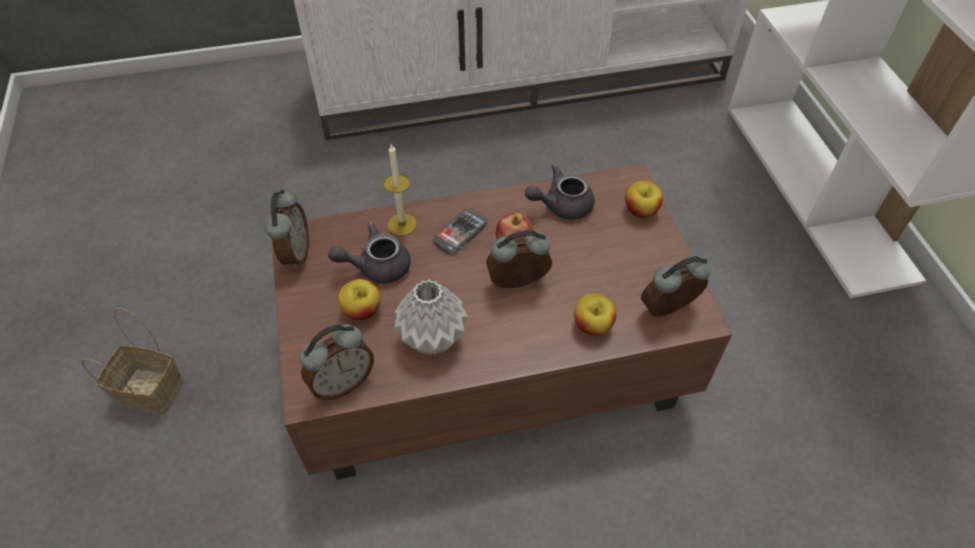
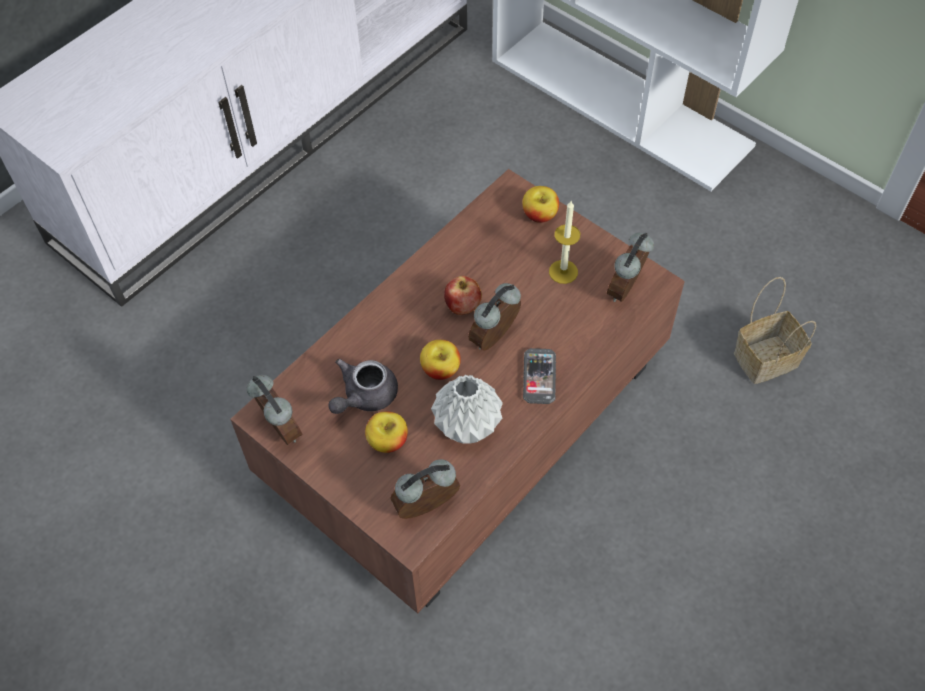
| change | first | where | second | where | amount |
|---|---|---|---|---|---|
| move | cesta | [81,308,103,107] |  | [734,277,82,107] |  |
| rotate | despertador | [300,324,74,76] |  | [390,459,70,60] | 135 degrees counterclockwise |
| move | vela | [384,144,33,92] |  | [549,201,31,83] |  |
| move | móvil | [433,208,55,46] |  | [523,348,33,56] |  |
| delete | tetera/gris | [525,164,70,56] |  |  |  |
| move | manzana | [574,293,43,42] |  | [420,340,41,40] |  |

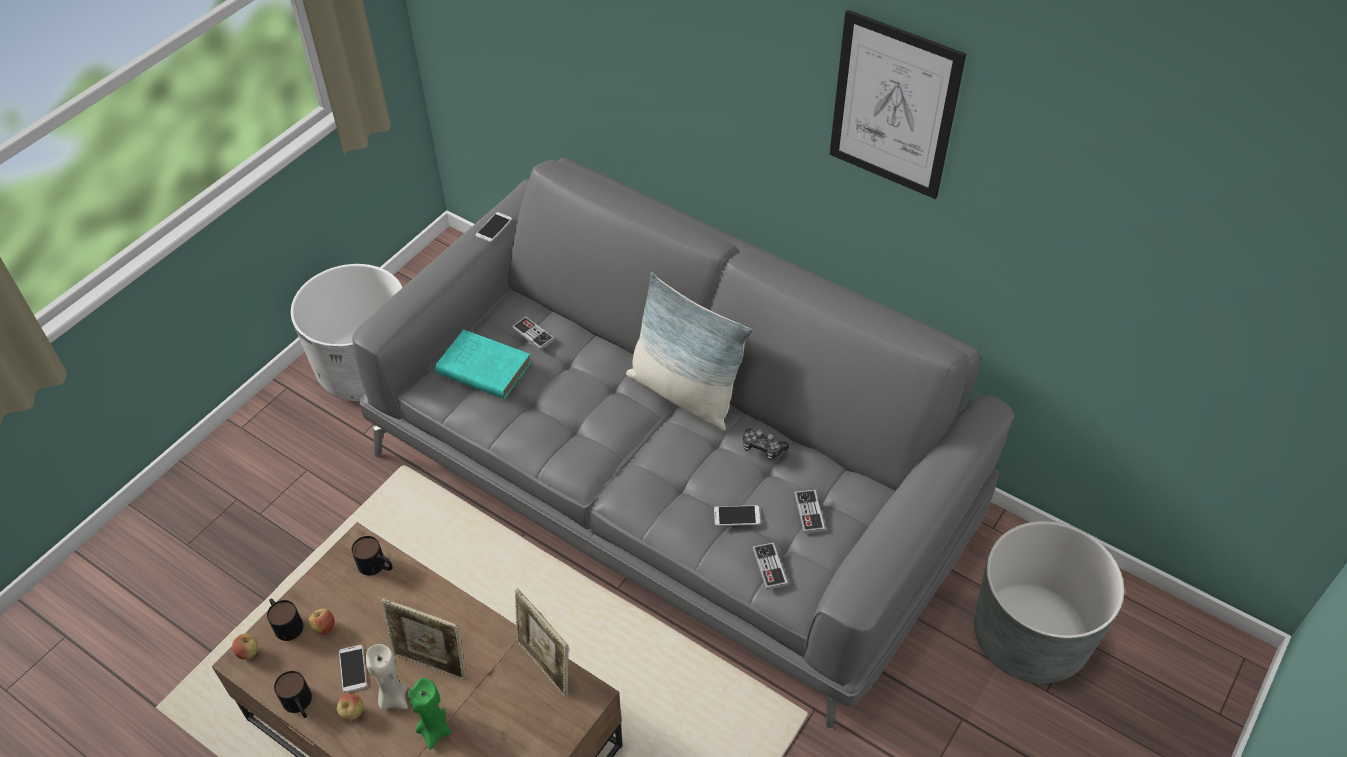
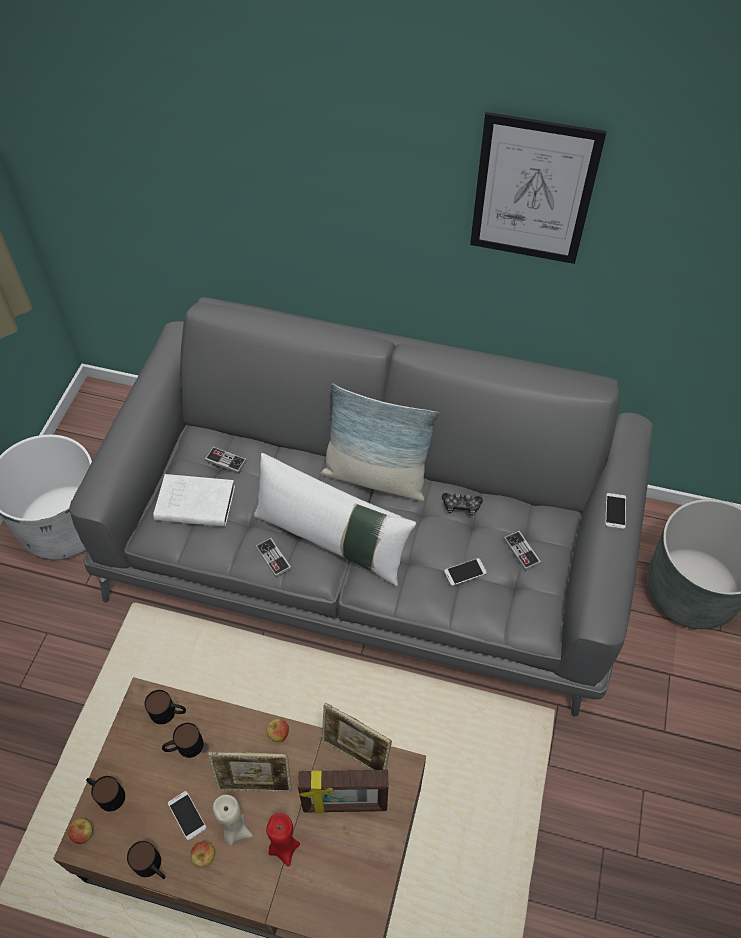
| change | first | where | second | where | amount |
|---|---|---|---|---|---|
| move | manzana | [309,608,26,27] |  | [266,718,23,24] |  |
| recolor | vela/verde | [408,678,43,72] | vela/rojo | [266,813,34,54] |  |
| recolor | libro/turquesa | [435,330,96,69] | libro/blanco | [153,474,82,53] |  |
| move | móvil | [476,212,36,30] |  | [605,493,21,36] |  |
| move | mando de consola | [753,542,35,48] |  | [255,537,37,40] |  |
| insert |  |  | taza grande | [162,723,42,35] |  |
| insert |  |  | cojín/blanco | [253,453,163,133] |  |
| insert |  |  | portarretratos | [298,770,90,43] |  |

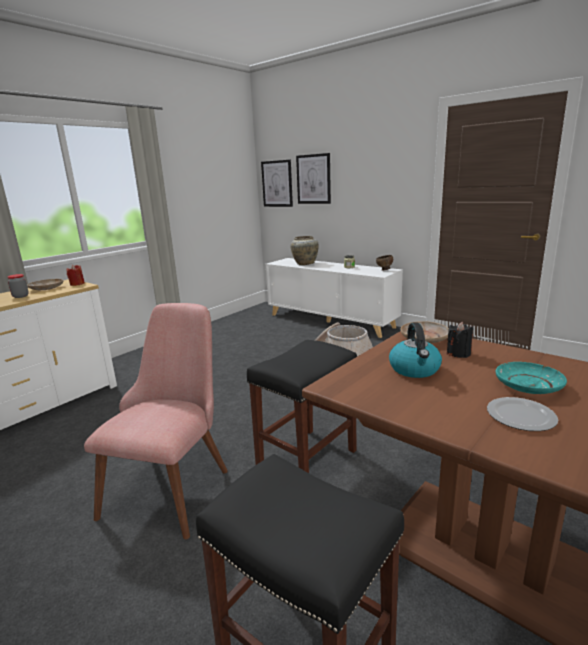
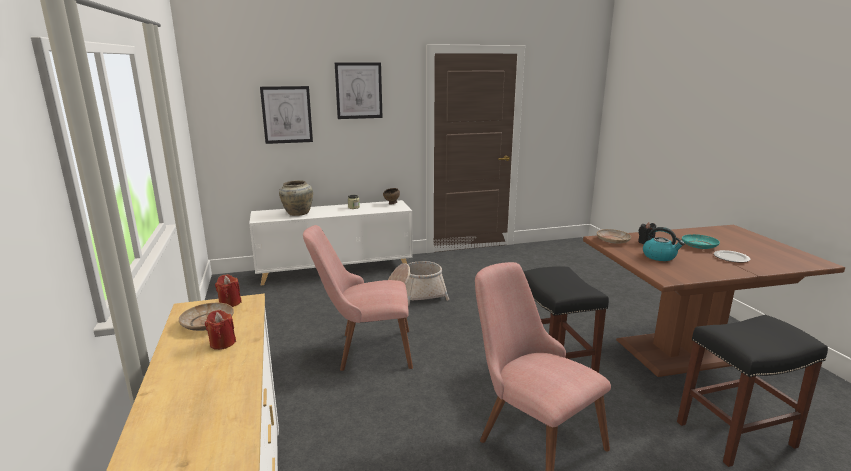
| change | first | where | second | where | amount |
|---|---|---|---|---|---|
| replace | tarro | [7,274,22,24] | vela/rojo | [205,310,31,40] |  |
| move | cuadro | [261,159,32,48] |  | [335,62,47,57] |  |
| insert |  |  | silla/rosa | [303,225,110,146] |  |

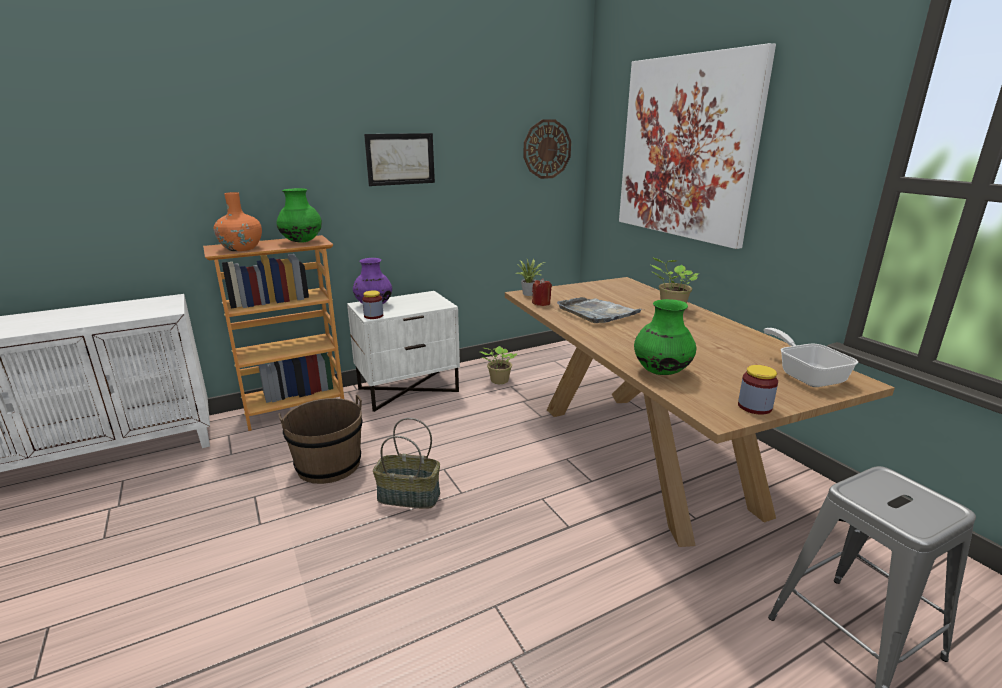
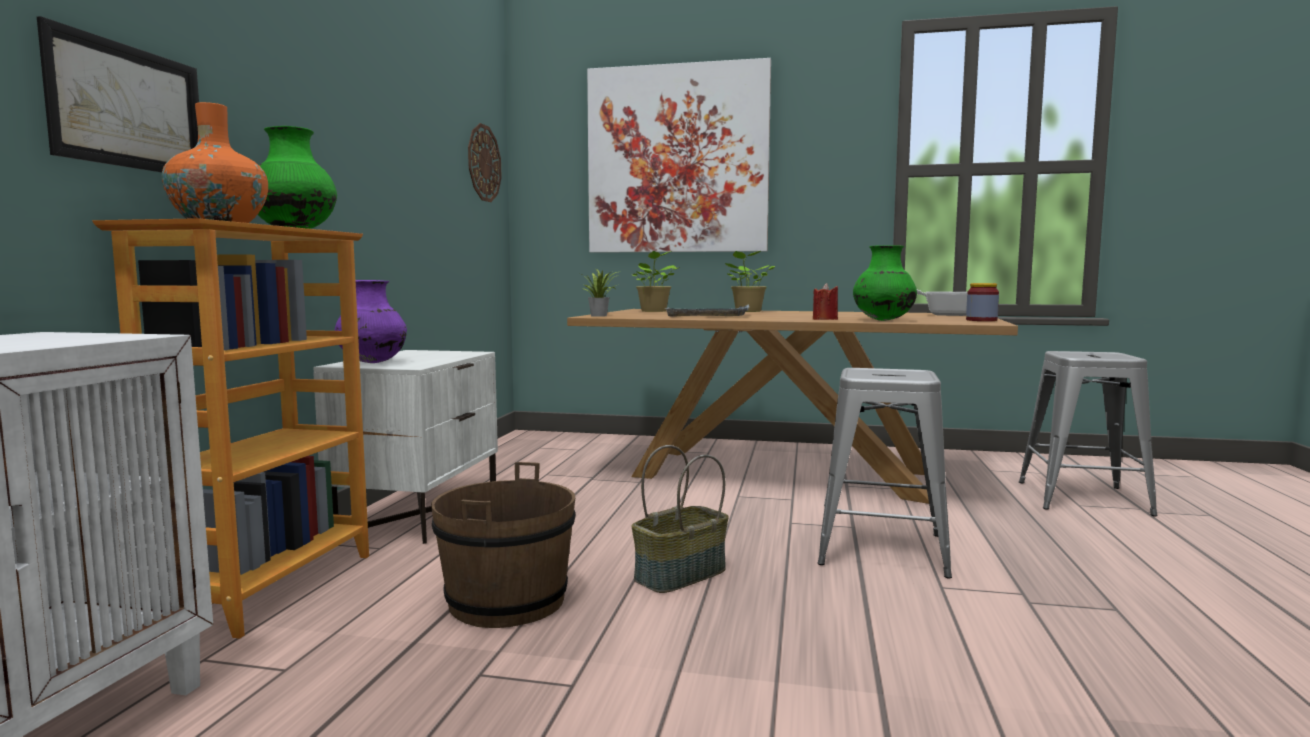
| change | first | where | second | where | amount |
|---|---|---|---|---|---|
| delete | tarro | [362,291,21,28] |  |  |  |
| move | cuadro | [364,133,71,53] |  | [37,16,162,156] |  |
| move | planta en maceta | [480,346,37,38] |  | [633,251,47,61] |  |
| move | vela/rojo | [532,278,20,28] |  | [813,283,25,37] |  |
| insert |  |  | taburete/gris | [817,368,135,211] |  |

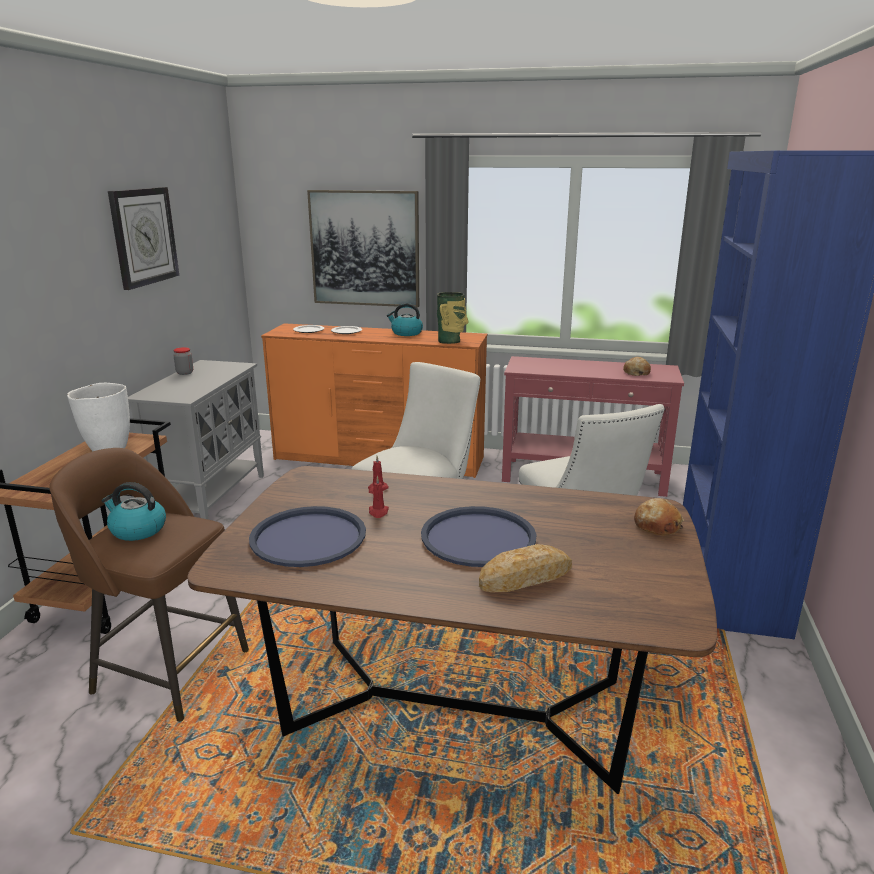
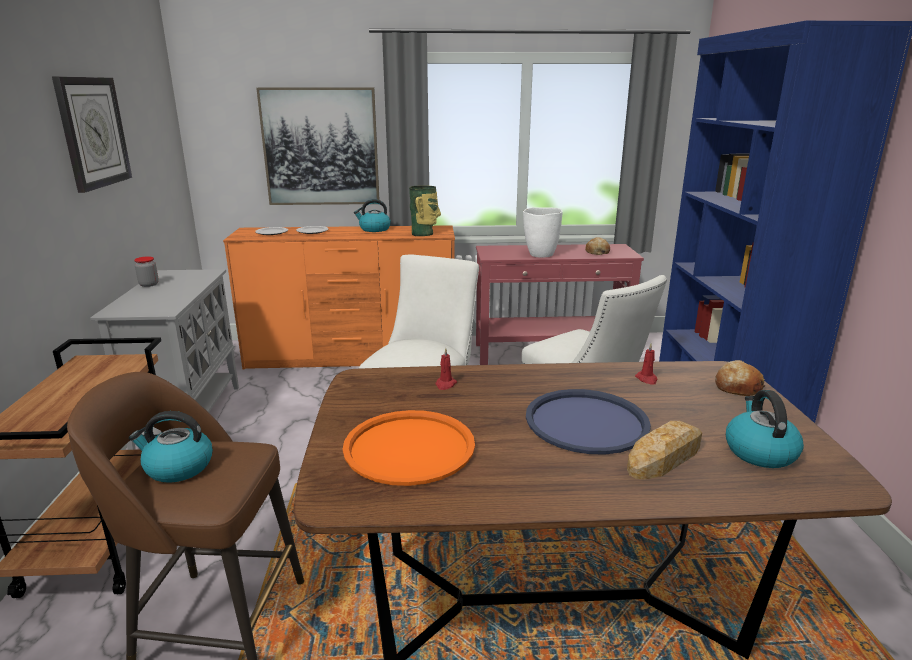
| change | first | where | second | where | amount |
|---|---|---|---|---|---|
| move | florero/blanco | [67,383,63,68] |  | [523,207,40,51] |  |
| recolor | bandeja/azul | [249,506,117,61] | bandeja/naranja | [343,410,132,76] |  |
| move | vela/rojo | [369,476,20,42] |  | [635,344,23,41] |  |
| insert |  |  | hervidor | [726,390,78,78] |  |

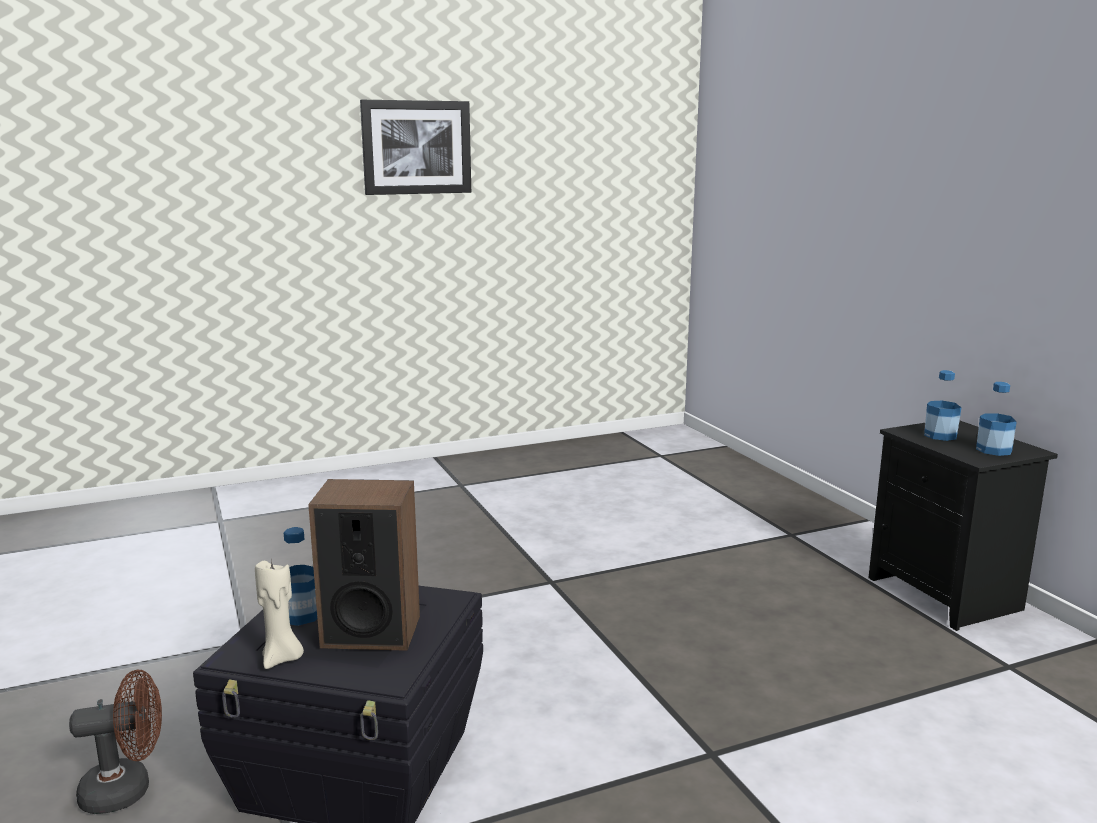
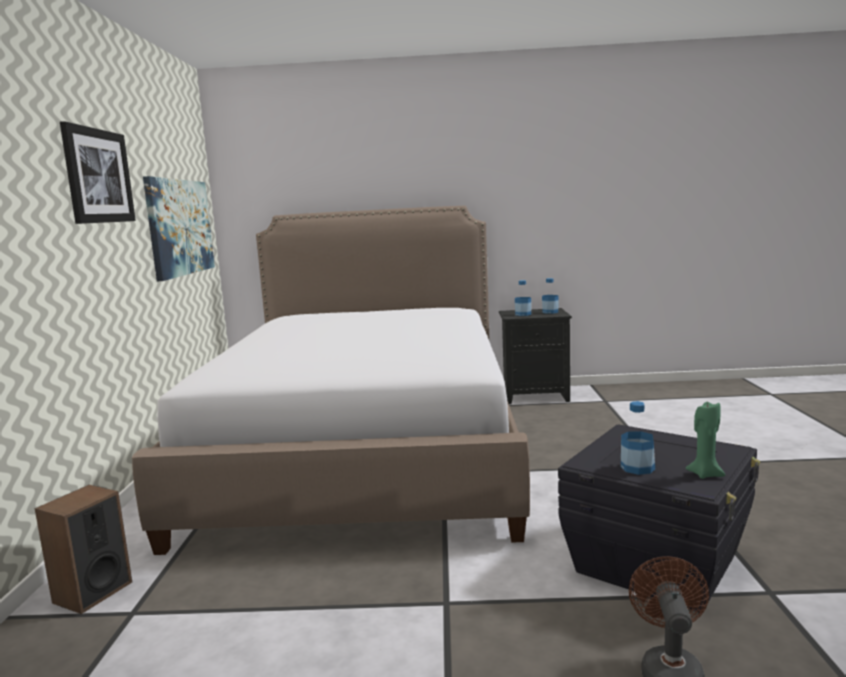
| change | first | where | second | where | amount |
|---|---|---|---|---|---|
| recolor | vela/beis | [255,559,49,110] | vela/verde | [686,402,39,77] |  |
| move | altavoz | [308,479,112,172] |  | [35,485,97,129] |  |
| insert |  |  | cama | [132,206,398,349] |  |
| insert |  |  | cuadro | [143,176,72,105] |  |

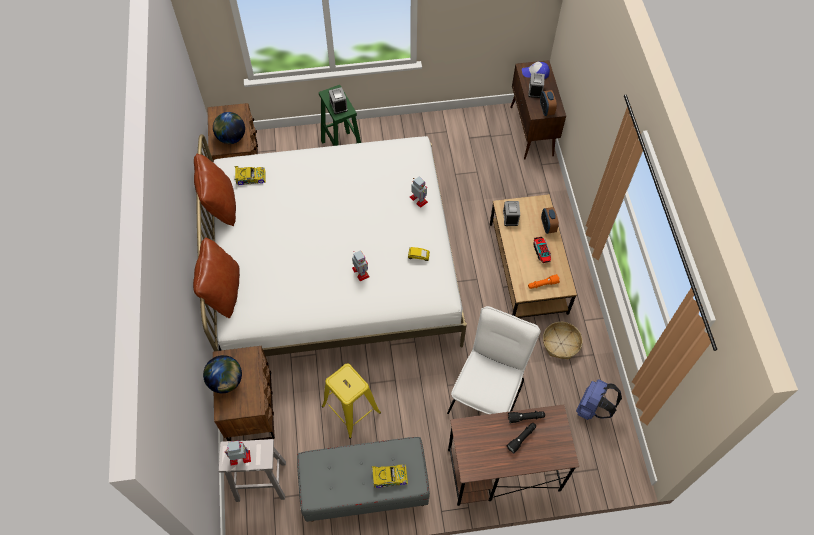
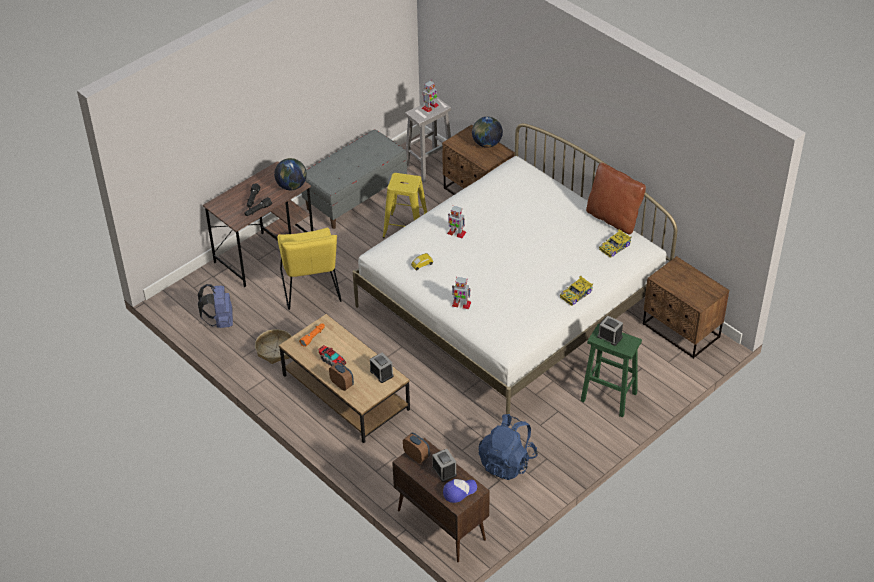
| change | first | where | second | where | amount |
|---|---|---|---|---|---|
| delete | cojín/marrón | [193,237,47,81] |  |  |  |
| move | globo terráqueo | [213,112,32,32] |  | [274,158,33,32] |  |
| move | coche de juguete | [372,464,36,24] |  | [560,275,33,31] |  |
| recolor | silla/blanco | [447,306,94,108] | silla/amarillo | [277,227,65,83] |  |
| insert |  |  | mochila/azul | [479,414,59,66] |  |

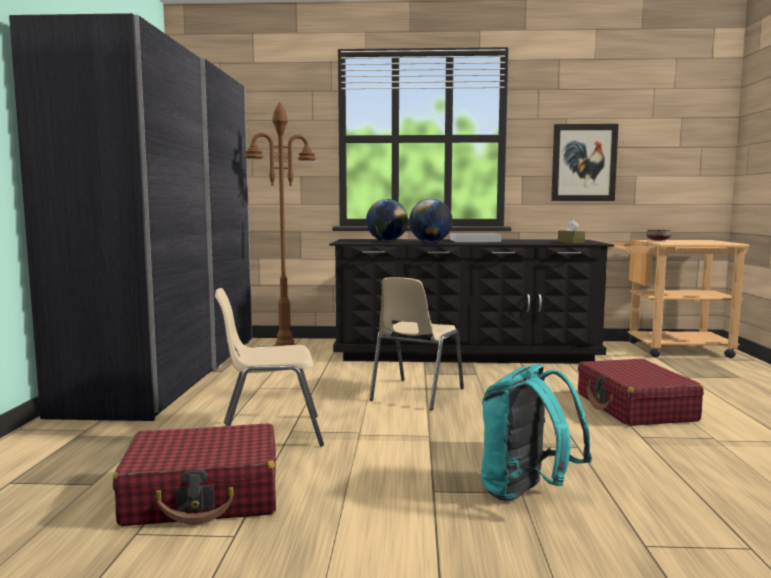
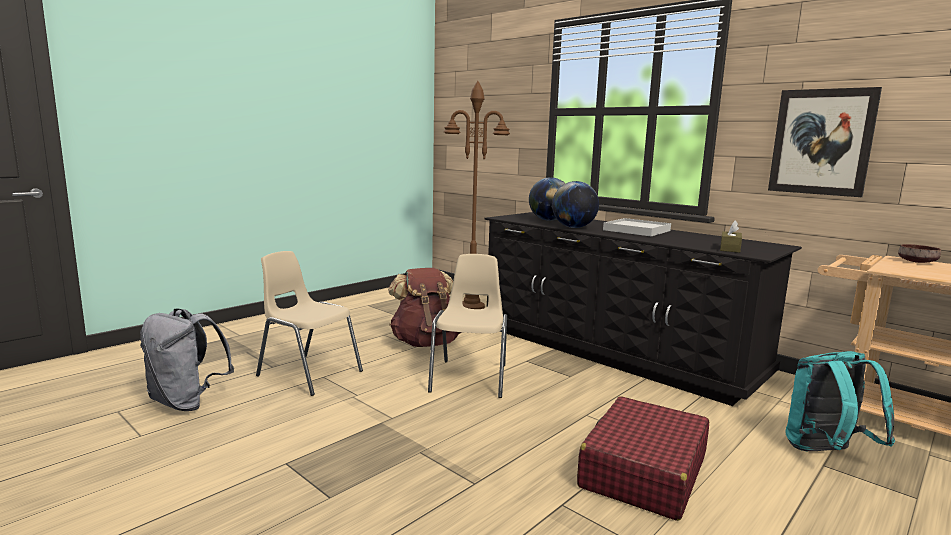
| change | first | where | second | where | amount |
|---|---|---|---|---|---|
| delete | armario ropero/gris | [9,13,243,408] |  |  |  |
| replace | maleta/rojo | [113,423,163,103] | mochila/gris | [140,309,94,102] |  |
| rotate | silla/beis | [369,277,95,133] |  | [428,254,79,144] | 120 degrees clockwise |
| move | mochila/turquesa | [481,364,111,137] |  | [786,351,109,100] |  |
| insert |  |  | mochila/marrón | [388,268,74,79] |  |

